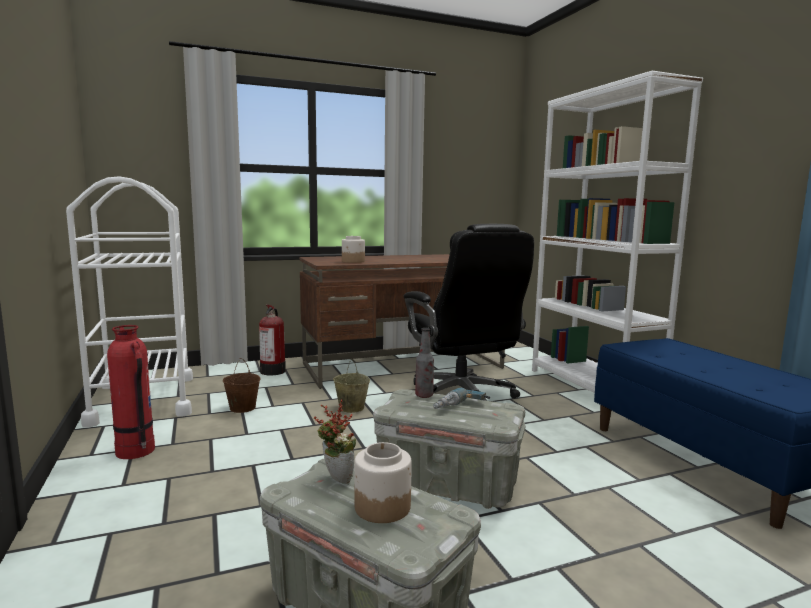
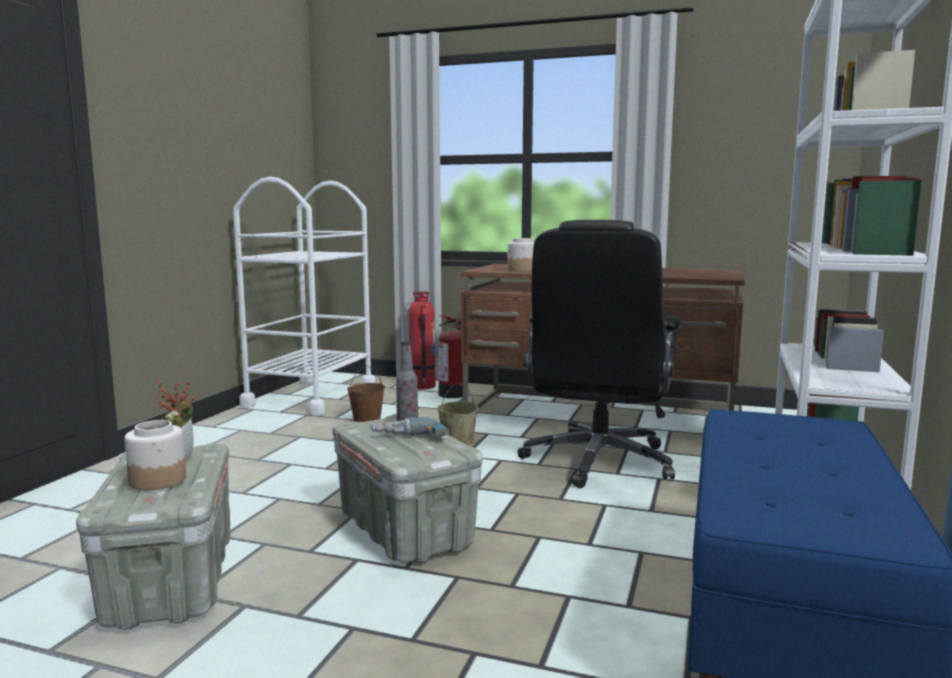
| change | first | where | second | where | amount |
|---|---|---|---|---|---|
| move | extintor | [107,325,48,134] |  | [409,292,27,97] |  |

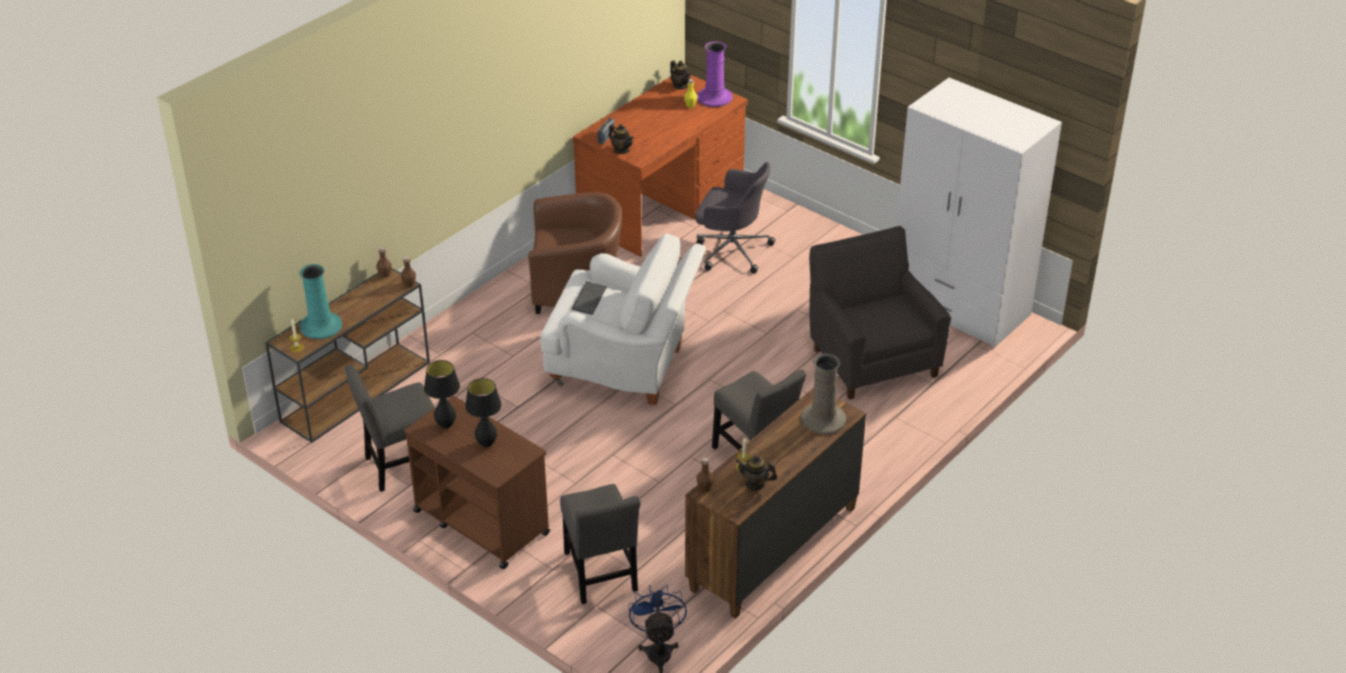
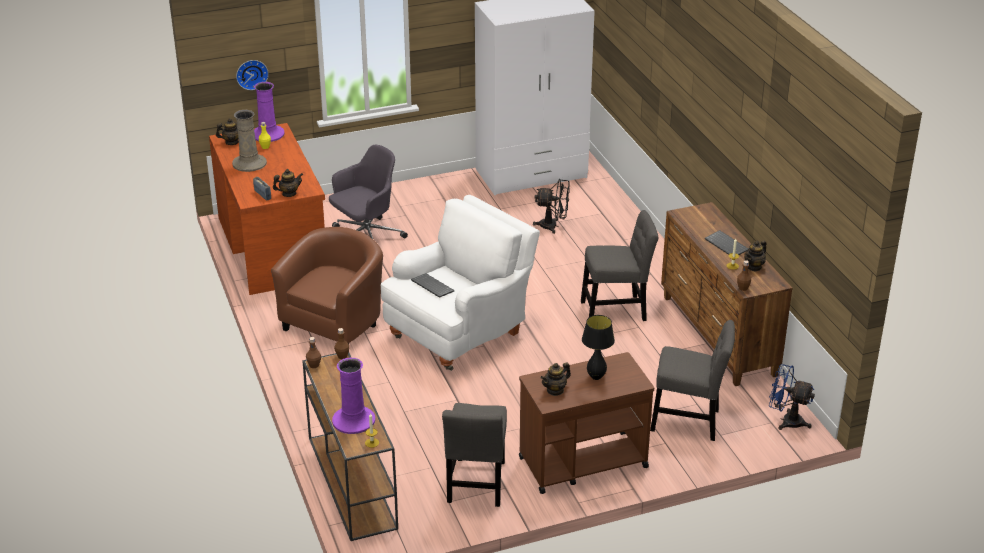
| change | first | where | second | where | amount |
|---|---|---|---|---|---|
| recolor | florero/turquesa | [299,264,43,75] | florero/morado | [332,358,43,76] |  |
| replace | lámpara de mesa/negro | [424,360,36,69] | tetera | [540,363,31,33] |  |
| move | florero/beis | [801,354,45,80] |  | [232,110,35,62] |  |
| replace | sillón/gris | [809,226,142,174] | ventilador/negro | [533,179,37,55] |  |
| insert |  |  | reloj de pared | [236,60,33,30] |  |
| insert |  |  | teclado | [705,230,44,25] |  |

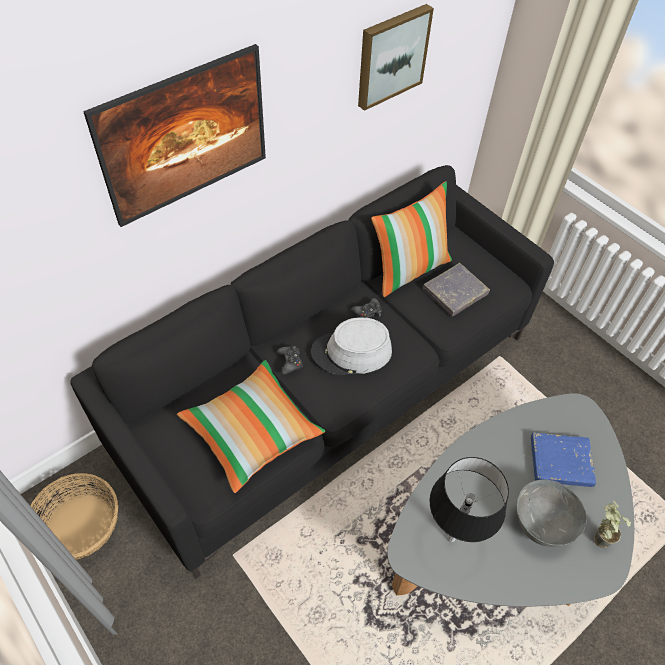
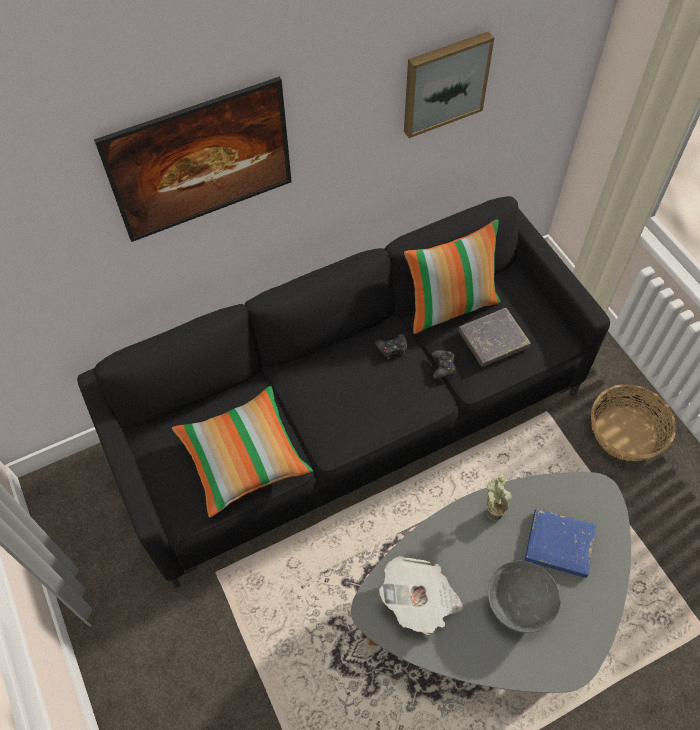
| change | first | where | second | where | amount |
|---|---|---|---|---|---|
| move | cesta | [31,473,87,87] |  | [591,384,85,77] |  |
| move | mando de consola/negro | [277,346,26,29] |  | [432,350,24,29] |  |
| delete | sombrero/gris | [311,317,81,58] |  |  |  |
| replace | lámpara de mesa/negro | [430,457,79,85] | periódico | [379,556,84,79] |  |
| move | planta en maceta | [594,500,37,48] |  | [487,474,25,47] |  |

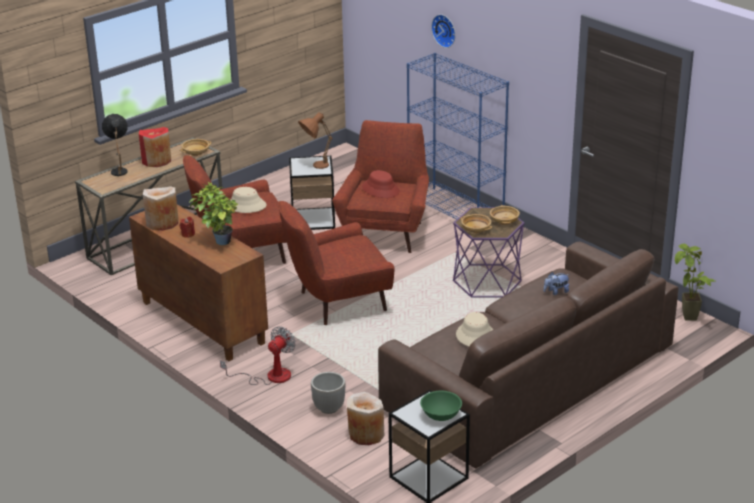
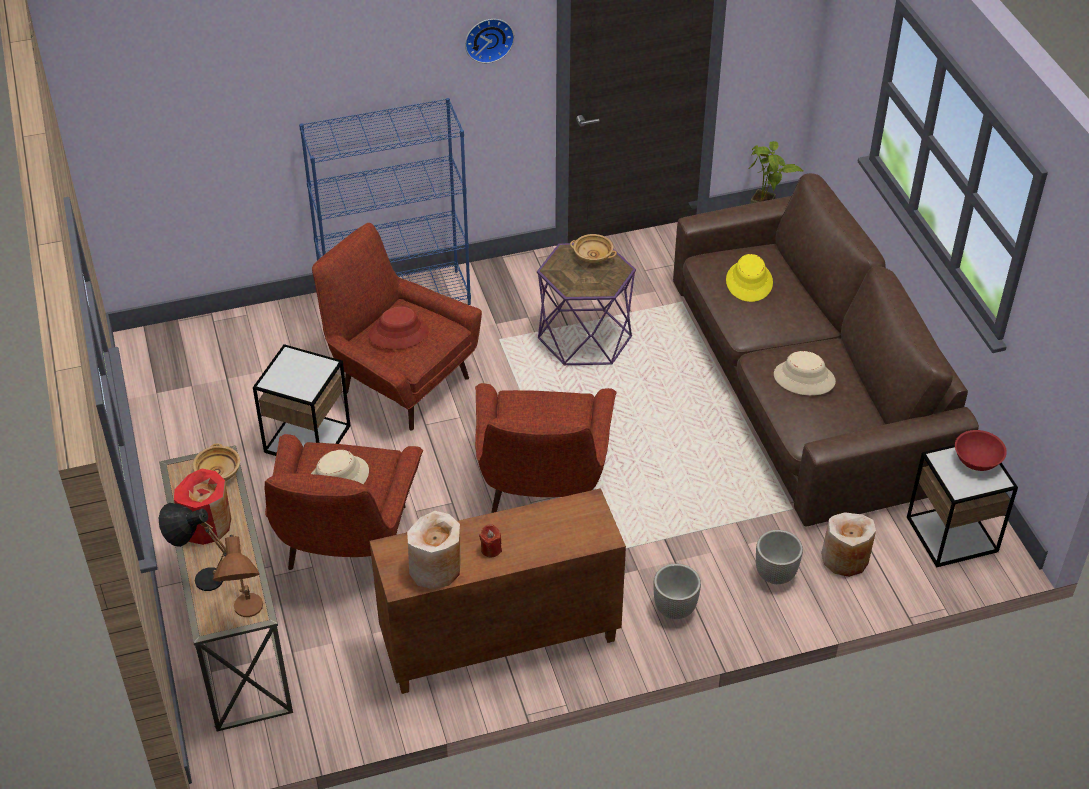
| change | first | where | second | where | amount |
|---|---|---|---|---|---|
| delete | planta en maceta | [189,182,49,63] |  |  |  |
| replace | ventilador | [220,327,76,58] | maceta | [653,564,48,55] |  |
| move | lámpara de mesa/marrón | [298,112,34,57] |  | [213,535,50,82] |  |
| recolor | cuenco/verde | [420,391,42,30] | cuenco/rojo | [955,430,52,41] |  |
| move | reloj de pared | [431,14,25,34] |  | [465,19,49,44] |  |
| delete | cuenco/beis | [461,214,31,19] |  |  |  |
| replace | peluche | [543,272,27,23] | sombrero/amarillo | [726,254,47,48] |  |

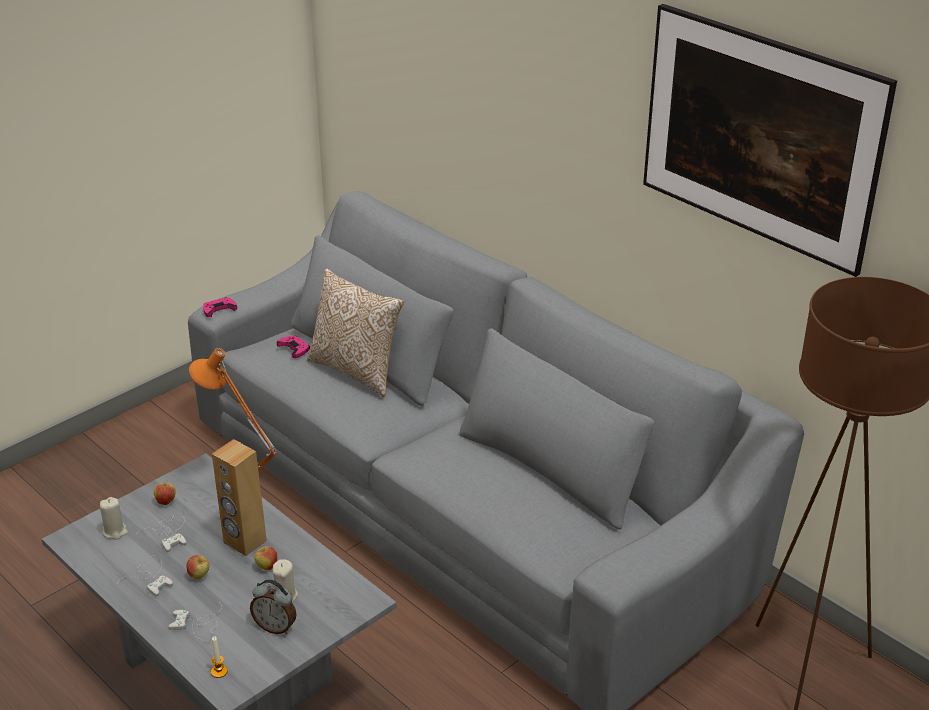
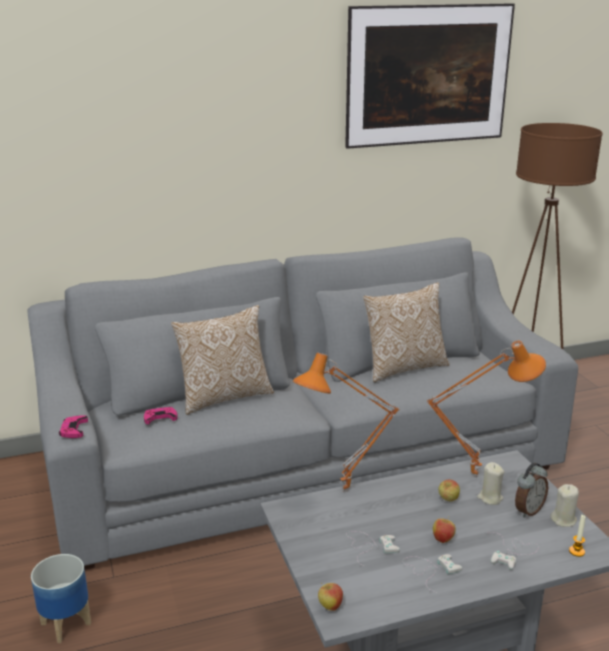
| change | first | where | second | where | amount |
|---|---|---|---|---|---|
| move | vela/beis | [100,497,28,42] |  | [550,484,29,43] |  |
| move | manzana | [154,483,22,22] |  | [318,583,25,28] |  |
| delete | altavoz/marrón | [212,439,55,117] |  |  |  |
| insert |  |  | maceta | [31,554,60,89] |  |
| insert |  |  | cojín | [363,282,87,100] |  |
| insert |  |  | lámpara de mesa/naranja | [427,341,119,137] |  |

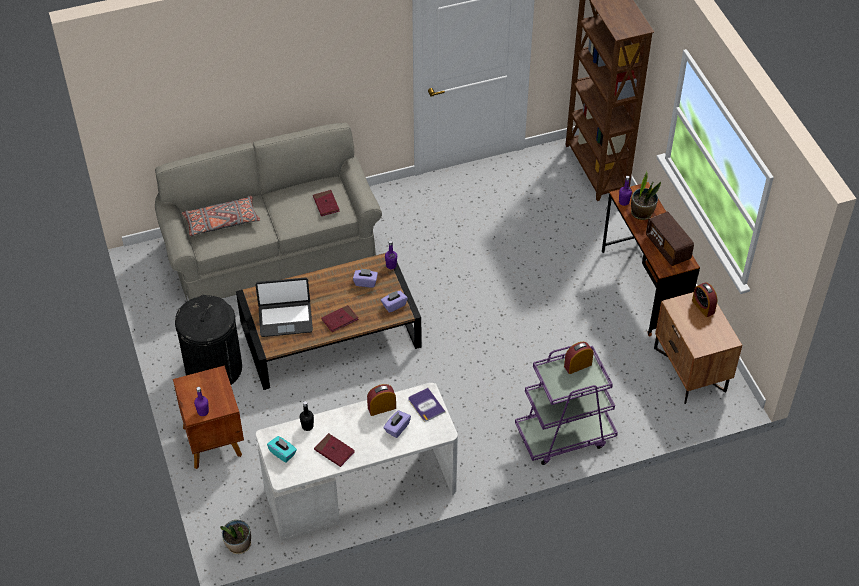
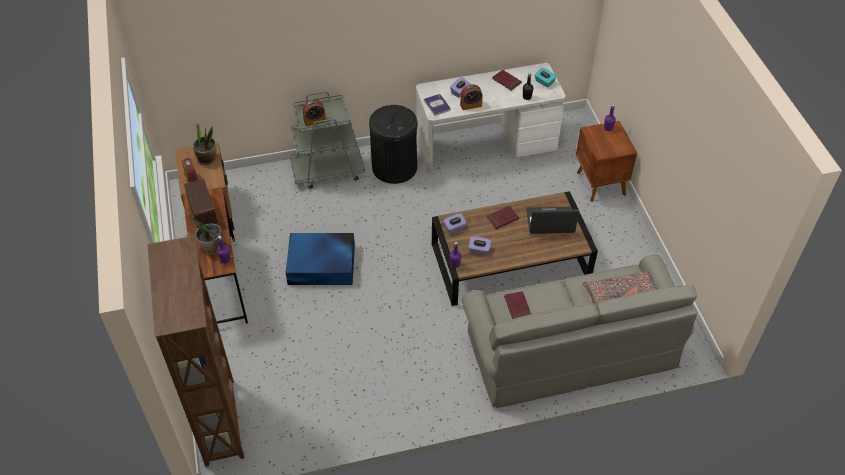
| change | first | where | second | where | amount |
|---|---|---|---|---|---|
| move | papelera/negro | [175,295,67,90] |  | [369,105,48,79] |  |
| move | planta en maceta | [220,520,31,34] |  | [193,122,24,43] |  |
| recolor | carrito/morado | [515,345,103,120] | carrito/gris | [289,91,76,98] |  |
| insert |  |  | caja de almacenaje/azul | [286,233,69,52] |  |

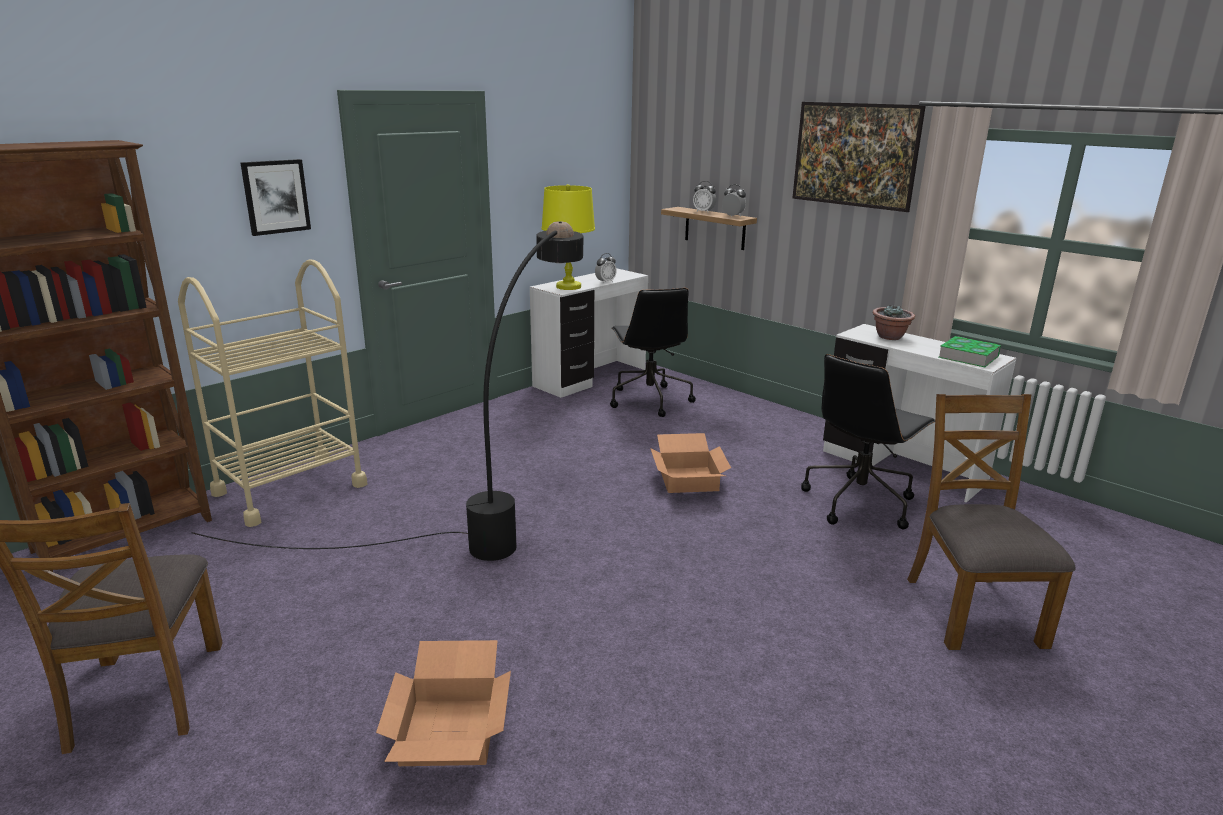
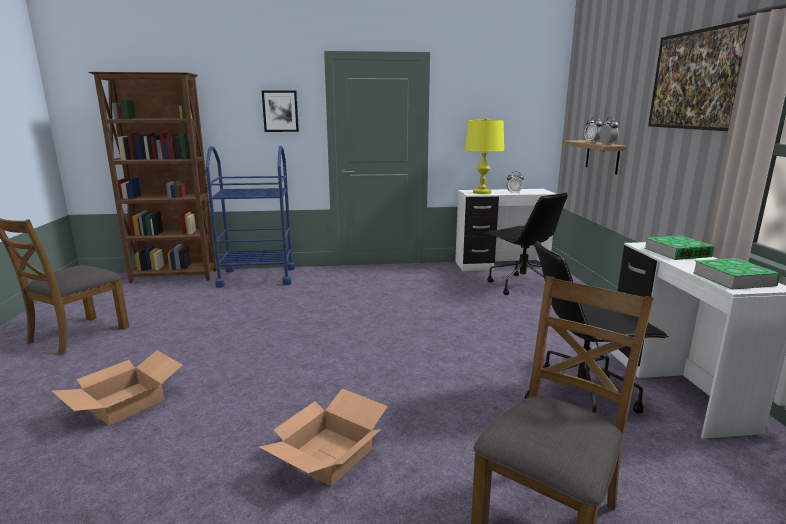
| change | first | where | second | where | amount |
|---|---|---|---|---|---|
| recolor | carrito/beis | [178,260,190,267] | carrito/azul | [205,146,90,142] |  |
| delete | lámpara de pie/negro | [192,221,392,340] |  |  |  |
| rotate | silla de oficina/negro | [610,288,86,129] |  | [484,192,84,103] | 60 degrees counterclockwise |
| move | caja de cartón | [650,433,81,60] |  | [259,389,129,97] |  |
| replace | planta en maceta | [873,304,42,36] | libro | [645,235,70,25] |  |

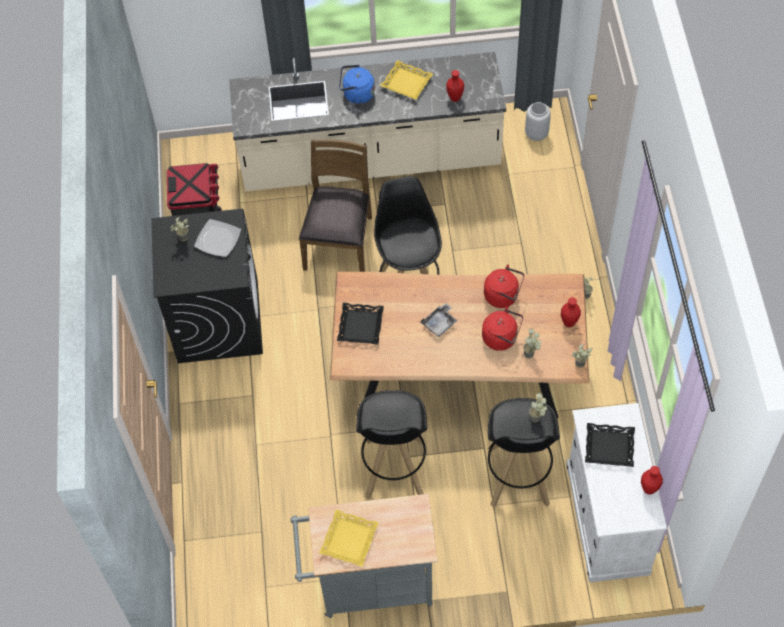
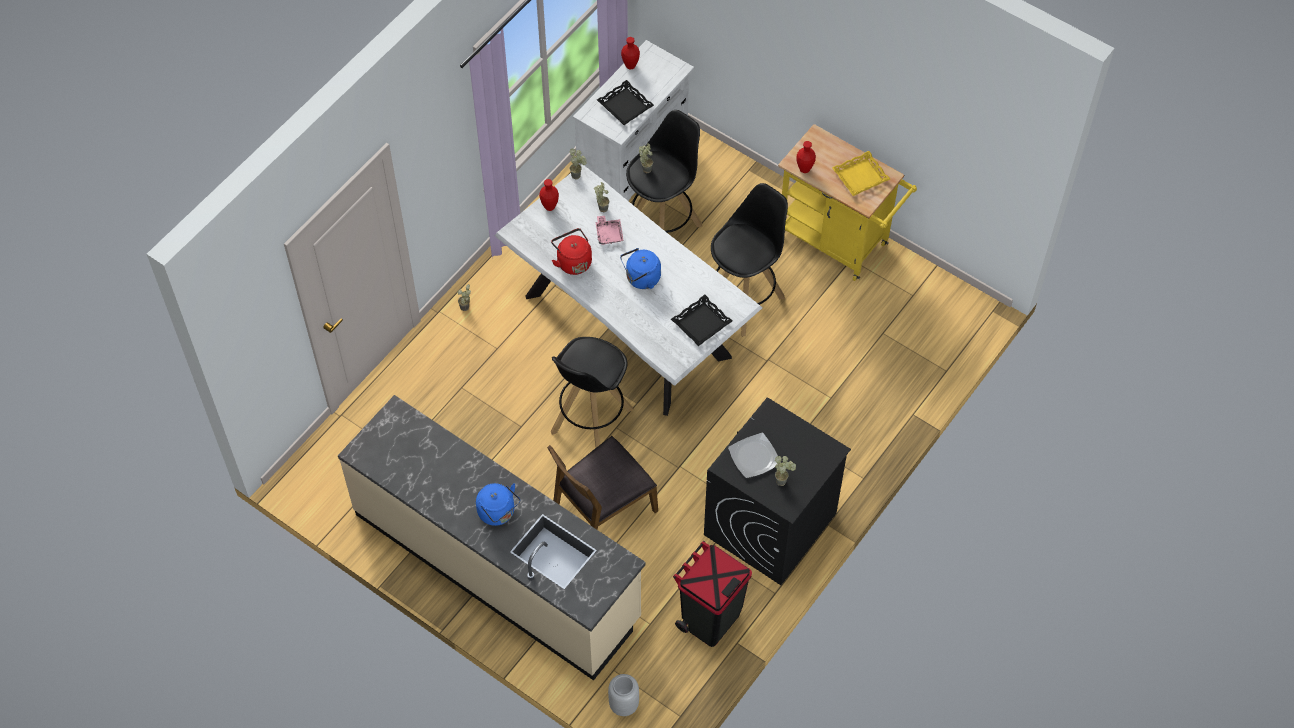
| change | first | where | second | where | amount |
|---|---|---|---|---|---|
| recolor | carrito/gris | [290,494,148,124] | carrito/amarillo | [778,124,139,157] |  |
| recolor | mesa de comedor/marrón | [330,272,259,146] | mesa de comedor/blanco | [495,164,267,252] |  |
| delete | bandeja/amarillo | [380,60,53,40] |  |  |  |
| replace | bandeja/gris | [421,303,36,34] | hervidor/azul | [620,248,41,41] |  |
| move | florero/rojo | [446,70,18,32] |  | [796,141,20,32] |  |
| replace | hervidor/rojo | [482,306,41,45] | bandeja/rosa | [596,216,28,29] |  |
| move | florero/gris | [525,102,26,39] |  | [608,674,31,42] |  |

